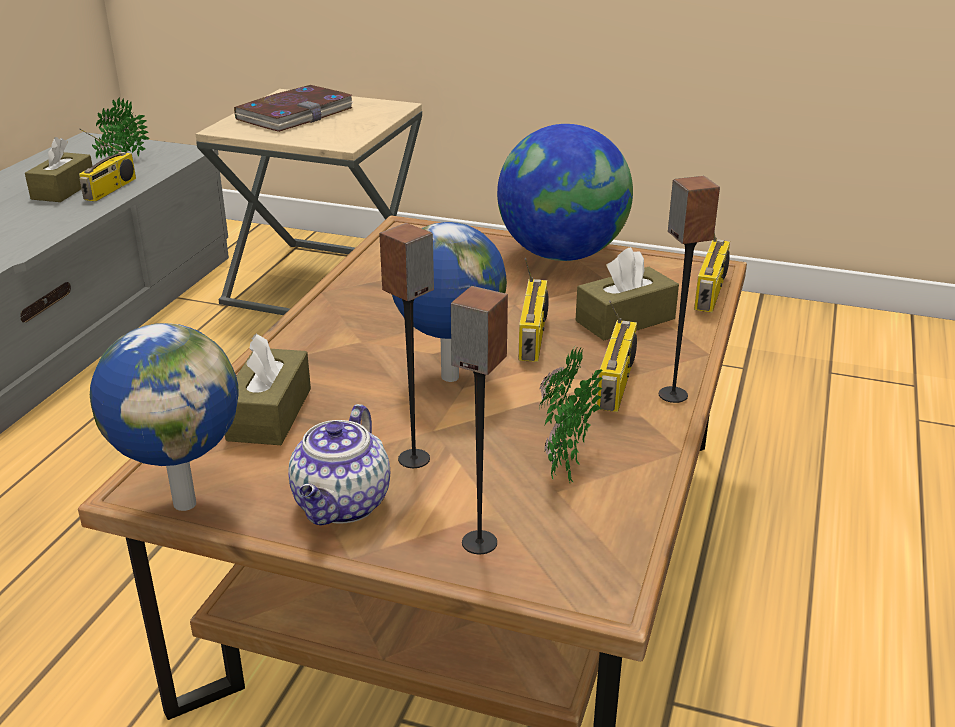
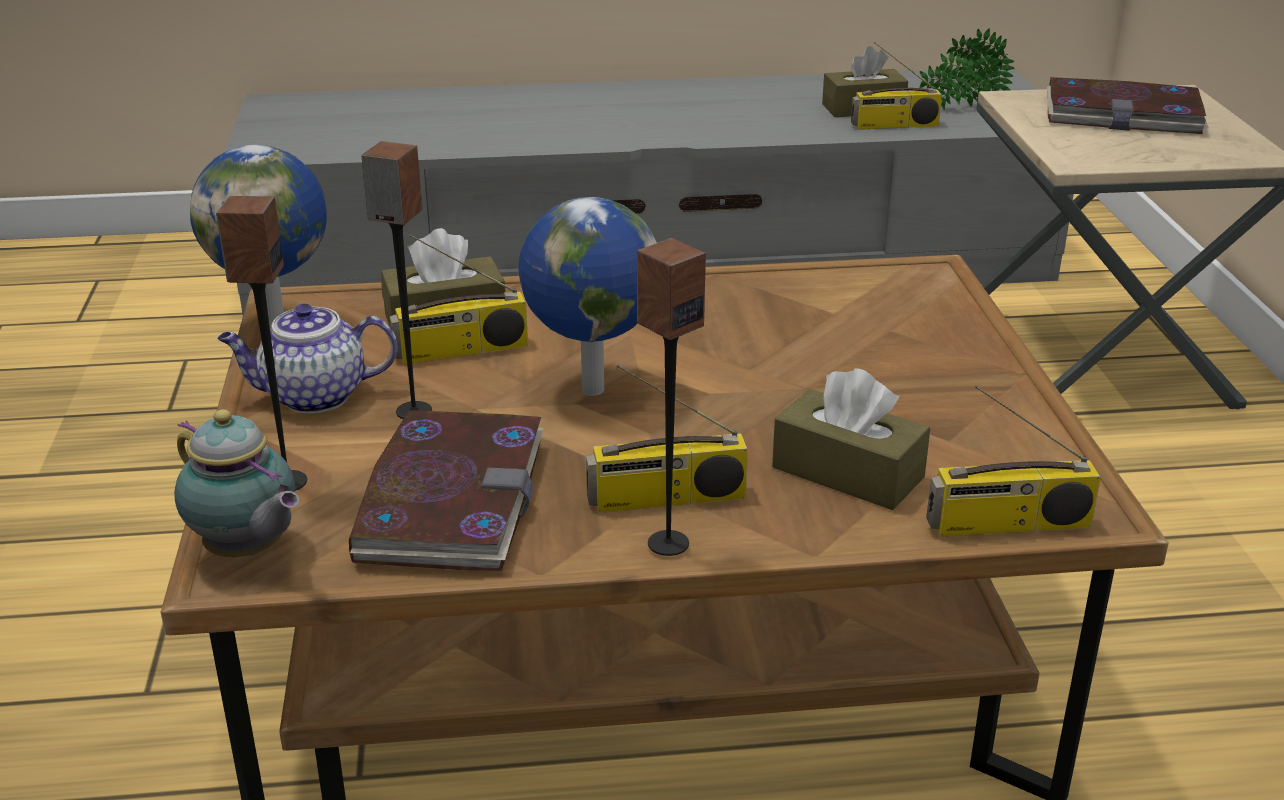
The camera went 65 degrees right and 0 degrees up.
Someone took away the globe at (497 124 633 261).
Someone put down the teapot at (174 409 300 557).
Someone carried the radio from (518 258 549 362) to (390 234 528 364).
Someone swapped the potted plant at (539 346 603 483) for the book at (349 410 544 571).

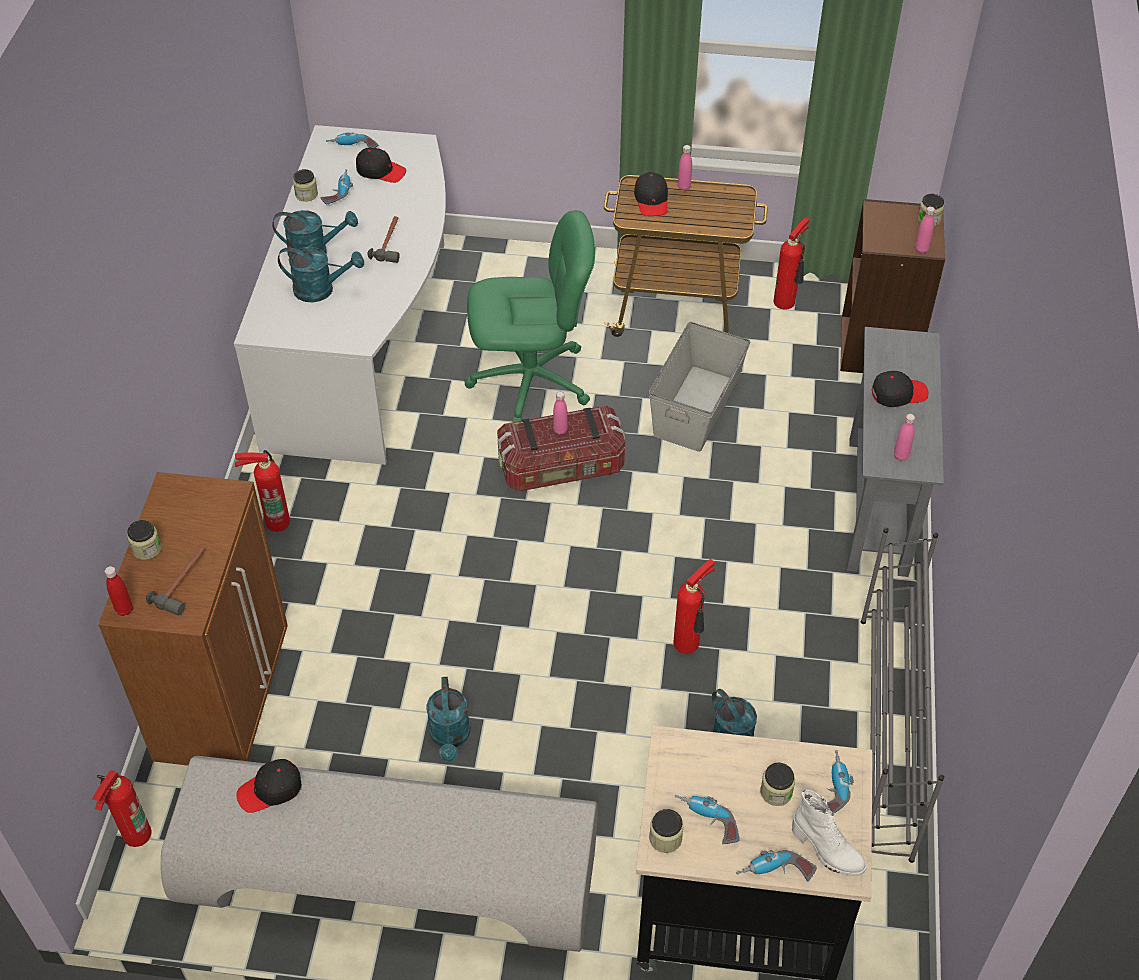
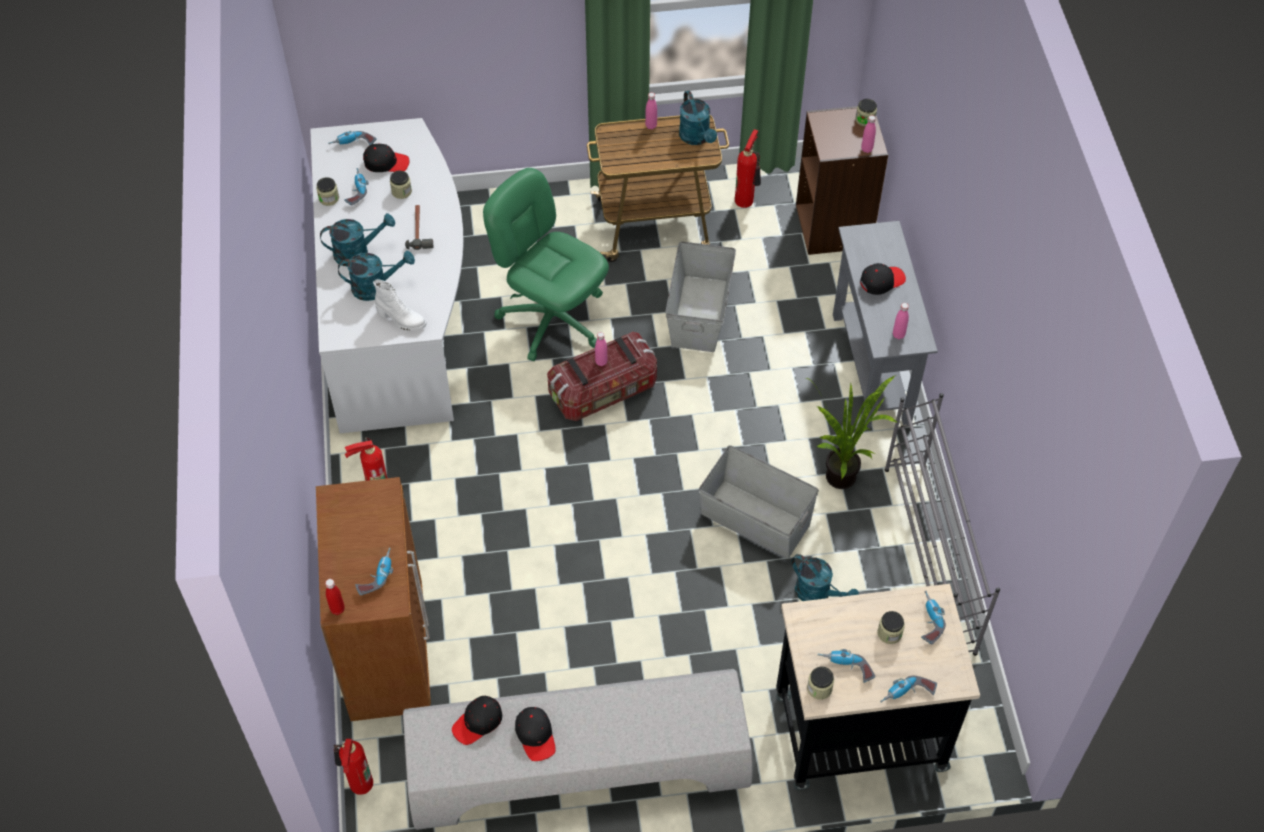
The camera went 15 degrees left and 5 degrees up.
Someone put down the potted plant at (806 375 898 489).
Someone carried the jar from (127 520 162 560) to (390 171 412 199).
Someone carried the turquoise watering can from (426 677 470 762) to (679 91 717 145).
Someone carried the black cap from (634 172 668 216) to (515 707 556 761).
Someone carried the white boot from (792 790 867 876) to (373 279 427 330).
Someone swapped the hammer at (146 547 205 616) for the power drill at (355 548 393 596).
Someone swapped the fire extinguisher at (673 559 715 654) for the grey storage box at (699 445 819 558).
Someone rotated the green office chair at (464 210 595 422) by 120 degrees counterclockwise.

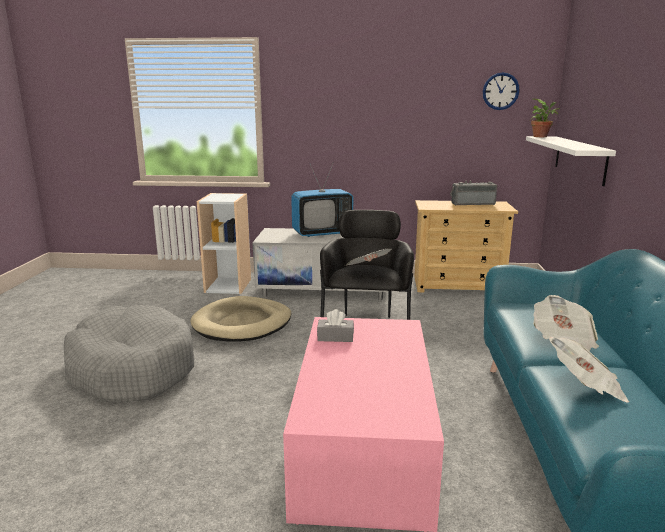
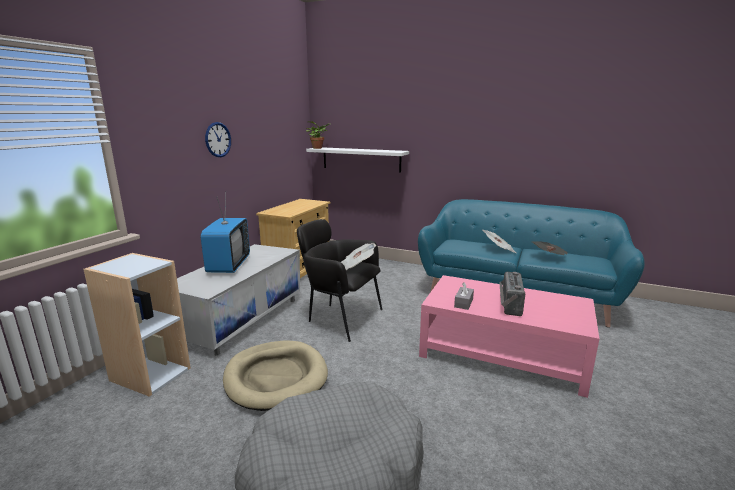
The camera went 70 degrees left and 0 degrees up.
Someone carried the radio from (450 181 497 205) to (499 272 525 316).
Someone carried the wall clock from (483 72 519 110) to (205 122 231 157).

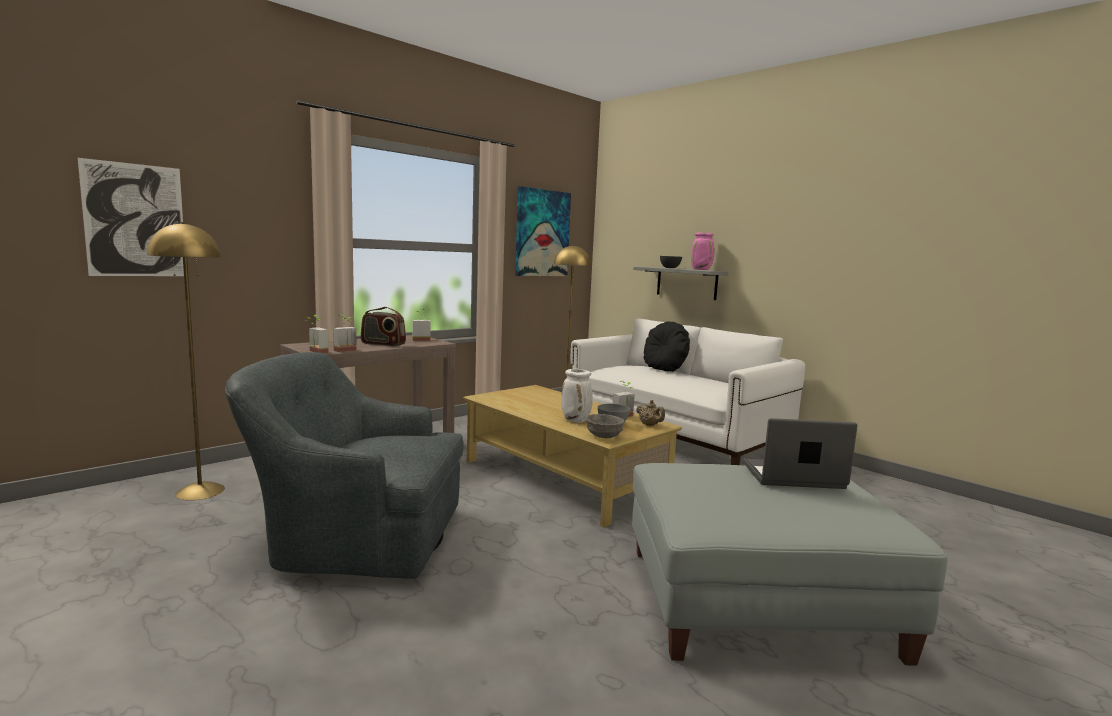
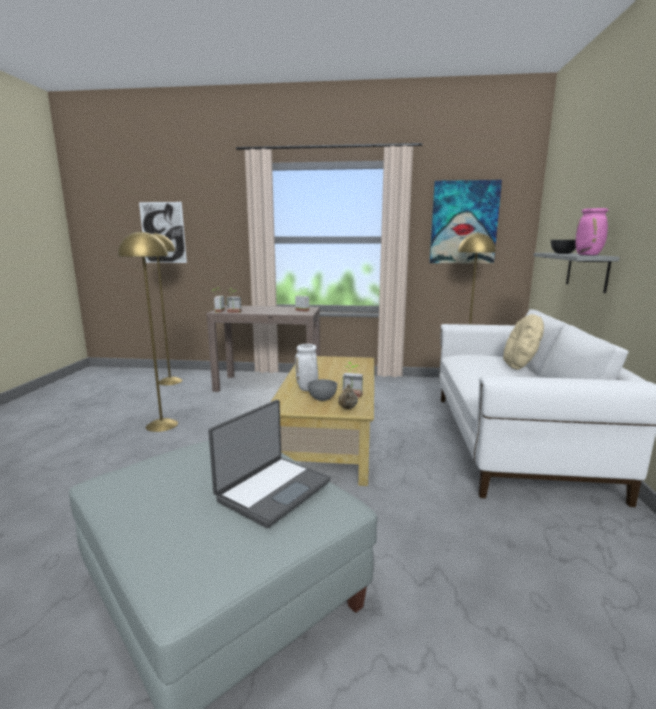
The camera went 50 degrees right and 5 degrees up.
Someone took away the radio at (361 307 406 346).
Someone took away the grey bowl at (586 414 625 438).
Someone swapped the grey armchair at (225 352 464 579) for the yellow floor lamp at (118 230 178 432).
Someone repainted the black pillow at (643 322 690 372), which became the beige pillow at (503 314 544 370).
Someone rotated the laptop at (744 418 858 489) by 75 degrees clockwise.

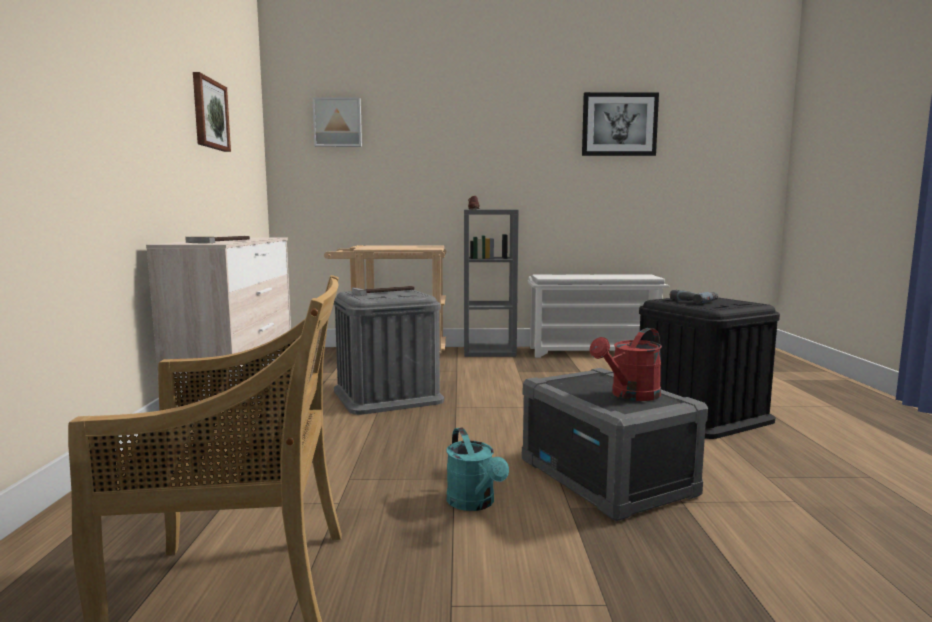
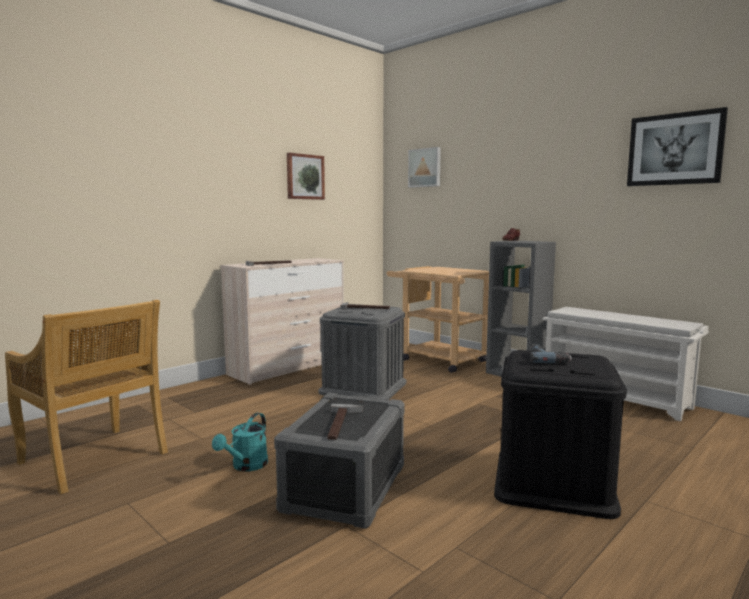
The camera went 45 degrees right and 0 degrees up.
Someone swapped the red watering can at (590 328 662 401) for the hammer at (327 404 363 440).

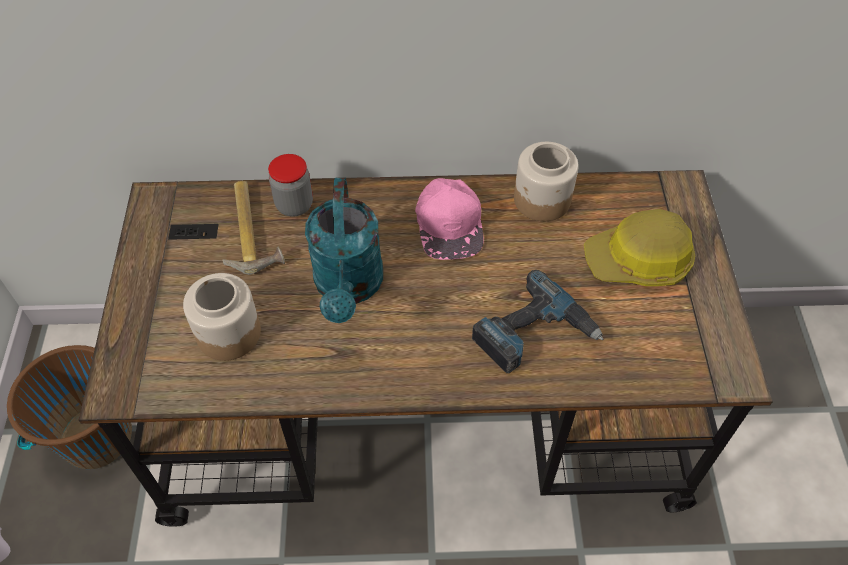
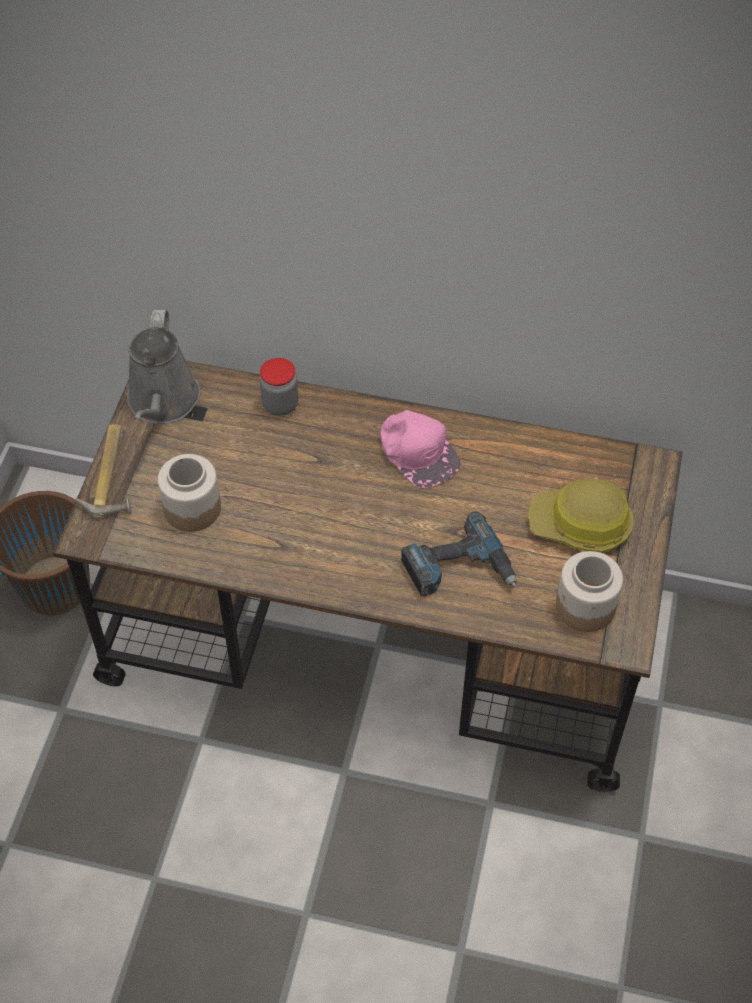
The camera went 15 degrees right and 0 degrees up.
Someone took away the turquoise watering can at (305 177 383 323).
Someone put down the grey watering can at (127 309 200 424).
Someone carried the hammer from (223 181 285 275) to (75 424 131 518).
Someone carried the jar from (514 142 579 221) to (556 551 623 632).
Someone rotated the pink cap at (415 178 484 260) by 45 degrees counterclockwise.

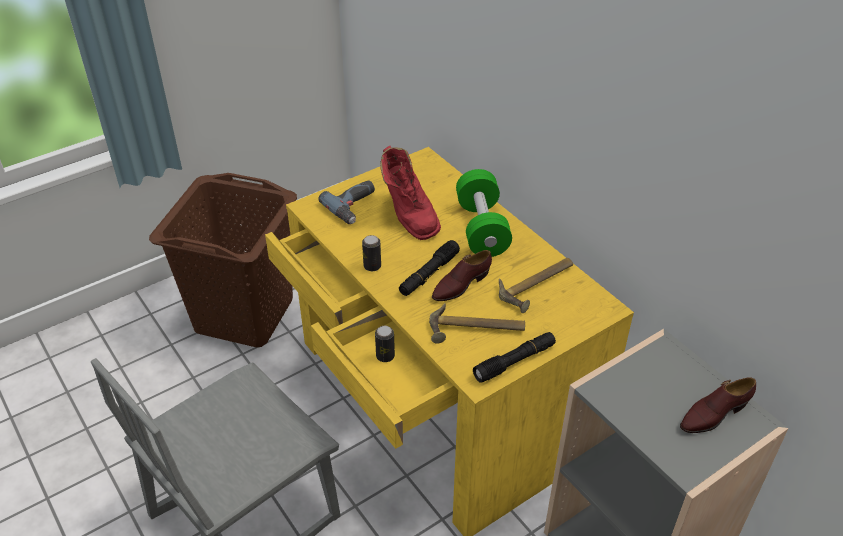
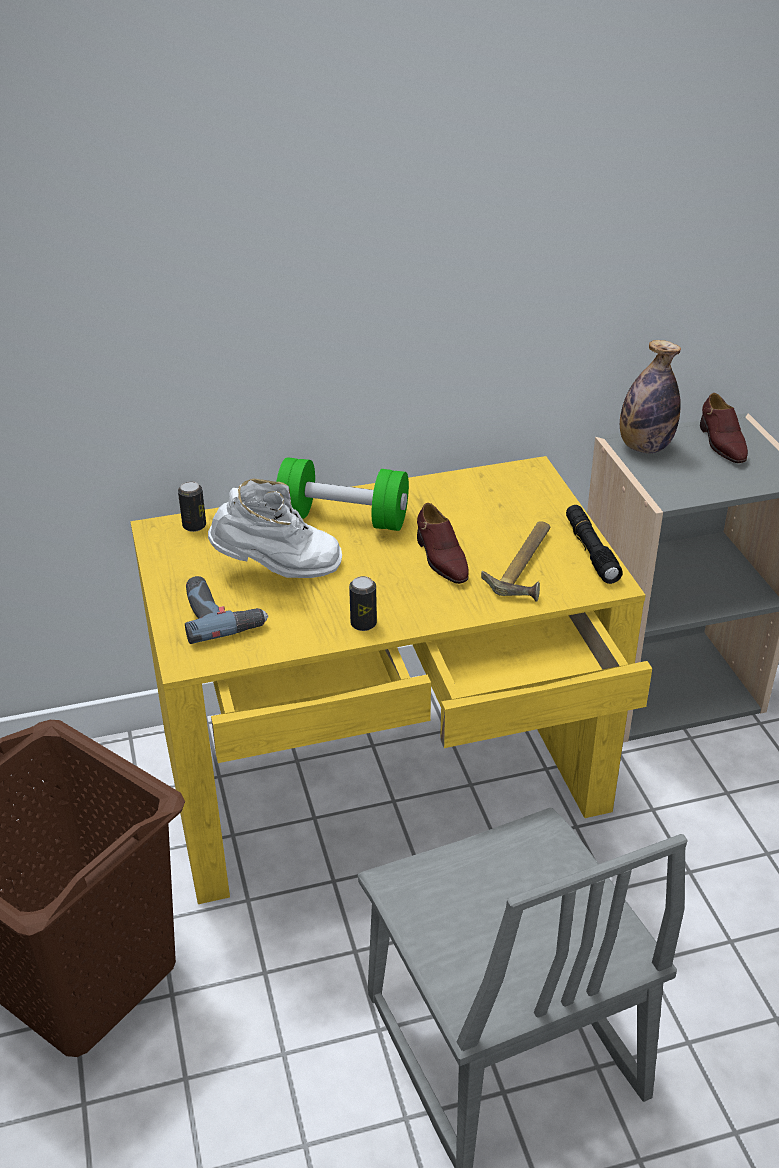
The camera went 70 degrees left and 5 degrees down.
Someone took away the black flashlight at (399 240 460 296).
Someone took away the hammer at (499 258 573 313).
Someone put down the bottle at (620 340 681 453).
Someone carried the can from (375 326 395 362) to (178 481 206 532).
Someone repainted the red boot at (380 146 441 240), which became the white boot at (208 478 342 578).

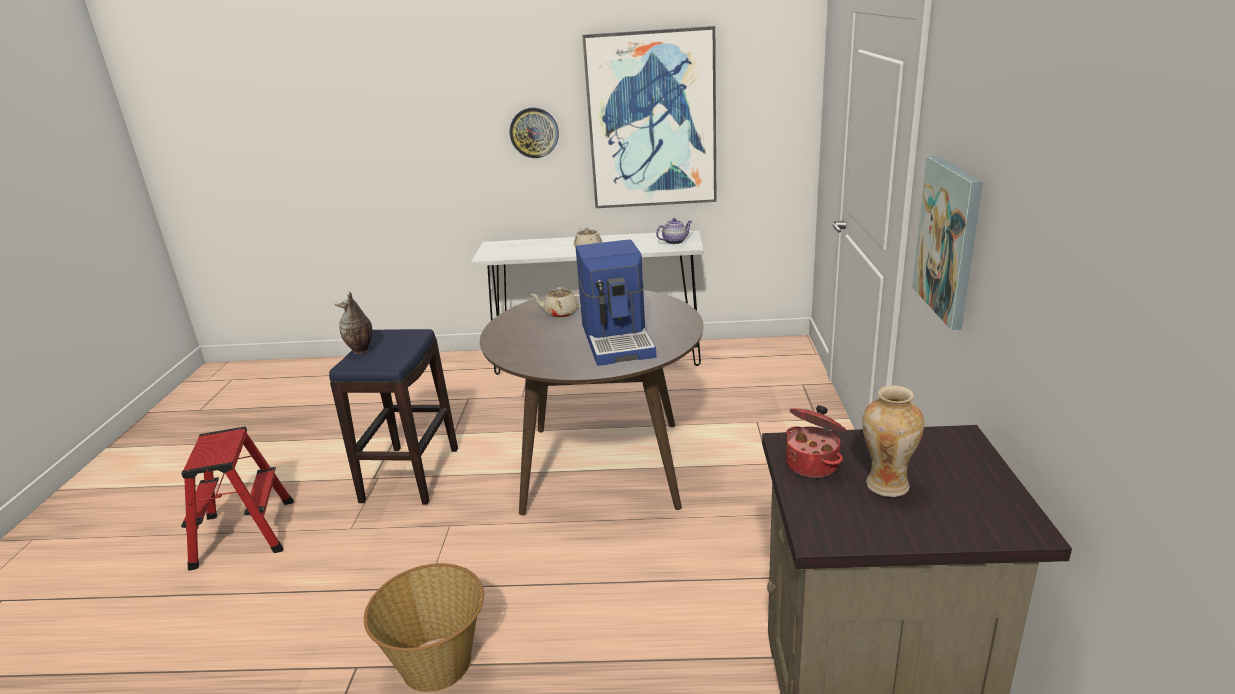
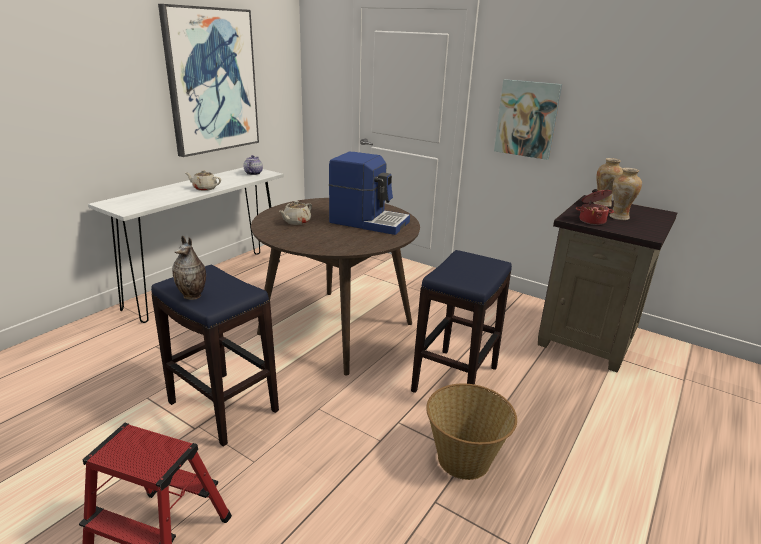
The camera went 60 degrees left and 0 degrees up.
Someone took away the wall clock at (510 107 559 158).
Someone put down the stool at (411 250 512 393).
Someone put down the vase at (593 158 623 207).

